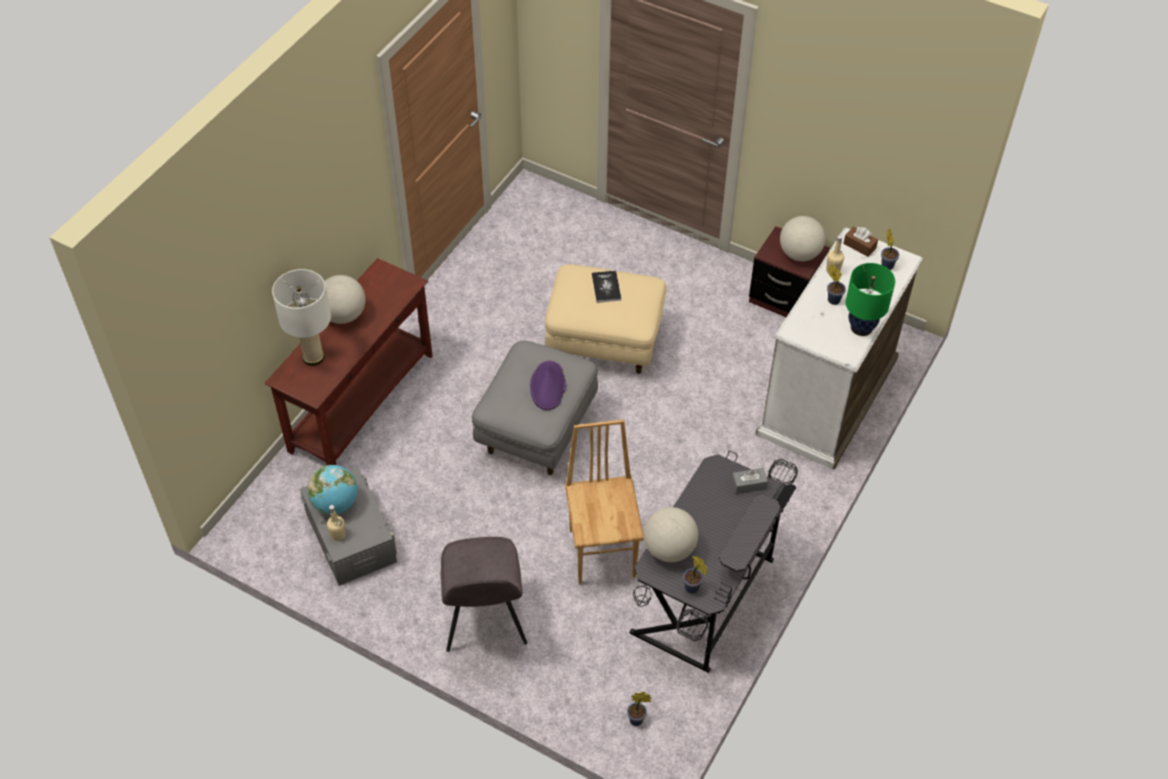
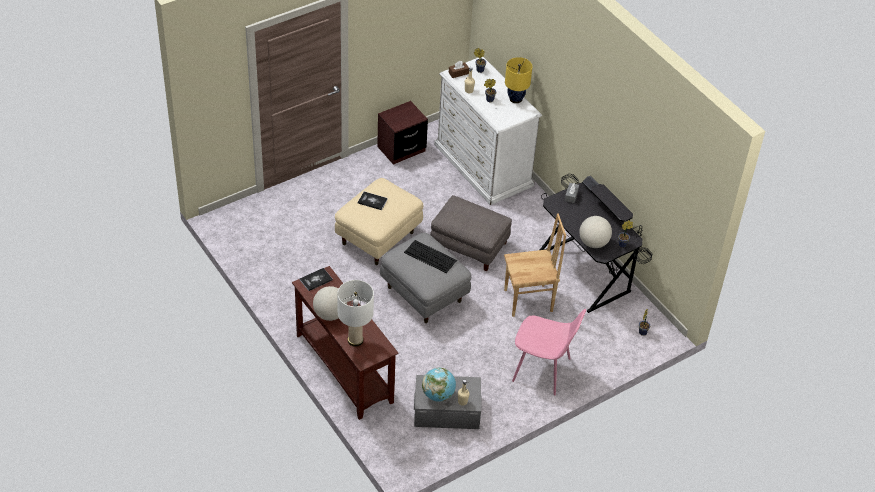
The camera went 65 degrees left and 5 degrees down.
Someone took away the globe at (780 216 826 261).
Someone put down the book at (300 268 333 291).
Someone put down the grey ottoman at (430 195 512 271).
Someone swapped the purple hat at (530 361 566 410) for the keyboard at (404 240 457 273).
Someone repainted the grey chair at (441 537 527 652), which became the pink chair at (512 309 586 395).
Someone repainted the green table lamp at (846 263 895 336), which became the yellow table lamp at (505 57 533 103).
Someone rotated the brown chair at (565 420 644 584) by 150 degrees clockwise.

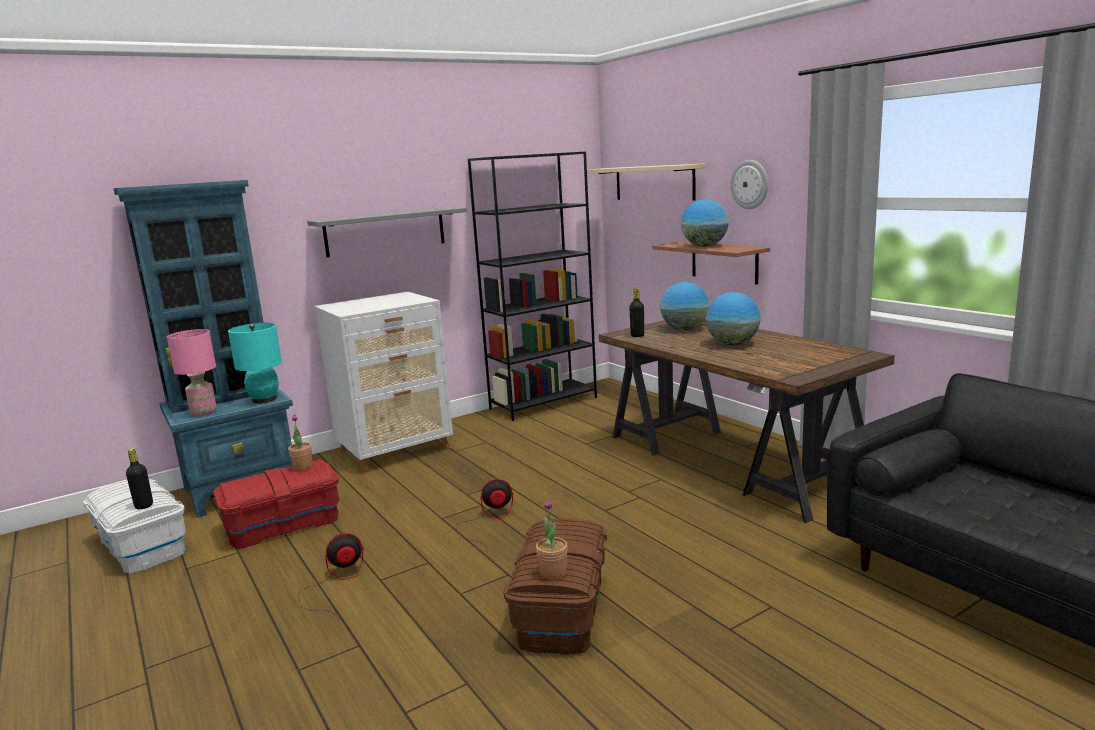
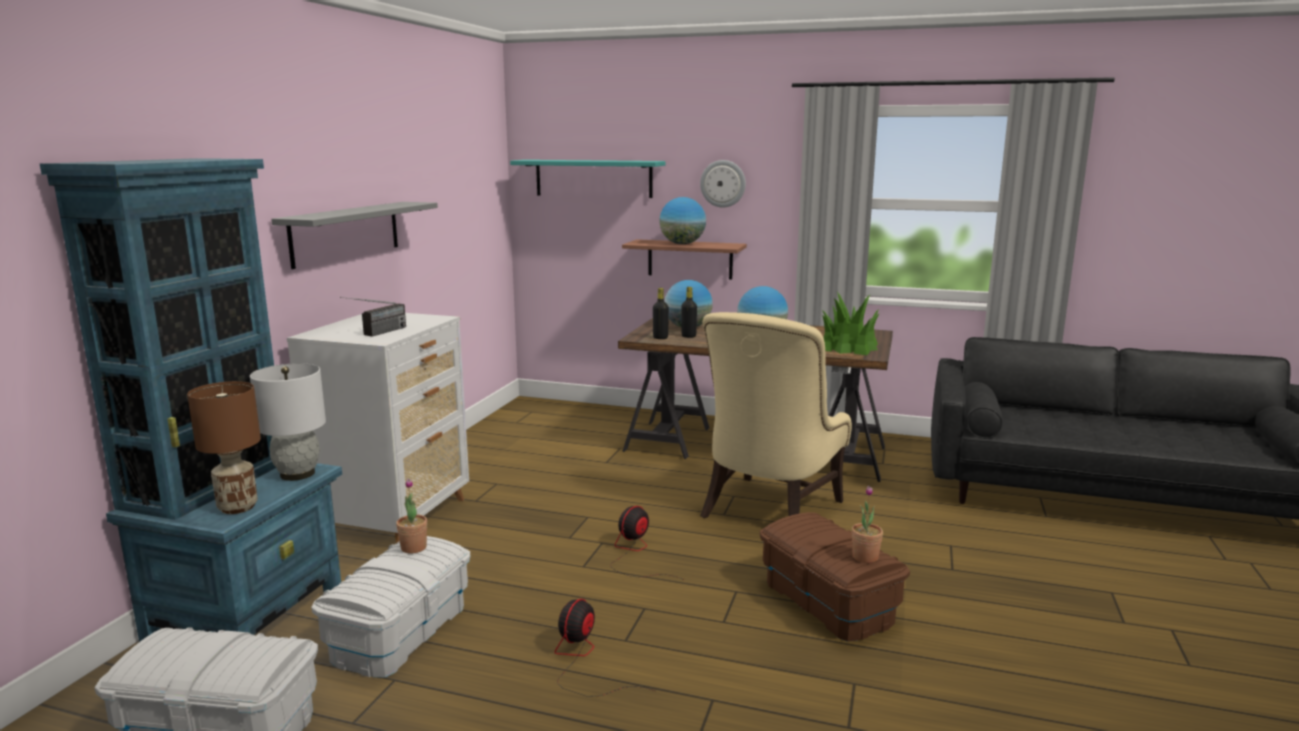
The camera went 40 degrees left and 0 degrees up.
Someone took away the black bookcase at (468 152 597 421).
Someone put down the radio at (340 297 406 337).
Someone put down the beige chair at (700 312 852 518).
Someone put down the potted plant at (822 292 879 355).
Someone carried the black bottle from (126 448 153 509) to (681 287 697 338).
Someone repainted the pink table lamp at (167 329 217 416), which became the brown table lamp at (187 381 261 514).
Someone repainted the red storage box at (213 459 339 549), which became the white storage box at (311 536 470 678).
Someone repainted the turquoise table lamp at (228 323 282 403), which became the white table lamp at (250 363 326 481).
Someone repainted the beige shelf at (587 164 705 201), which became the turquoise shelf at (510 160 666 198).

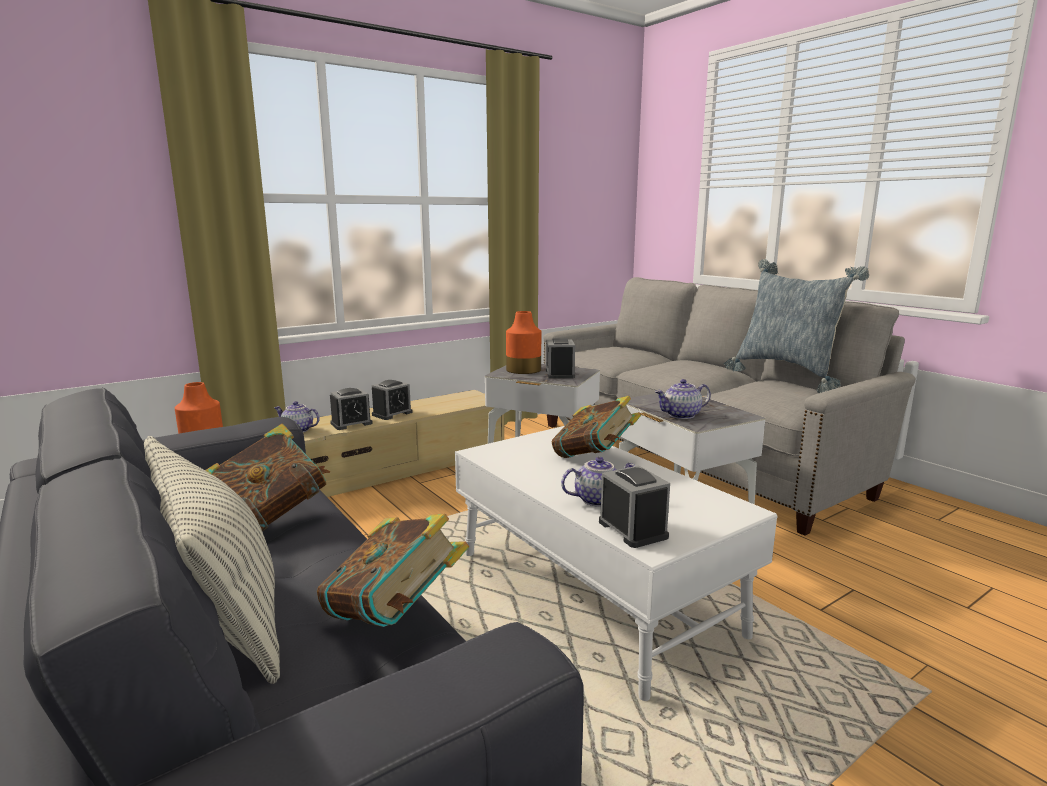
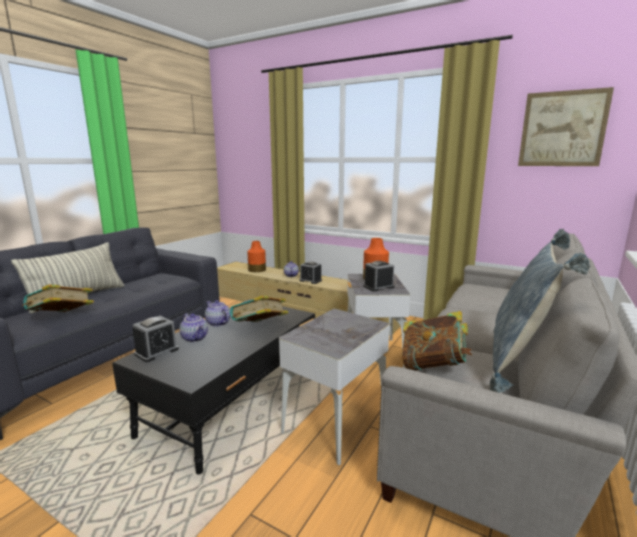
The camera went 65 degrees right and 0 degrees up.
Someone took away the alarm clock at (372 380 413 420).
Someone put up the picture at (518 87 614 166).
Someone carried the book from (205 424 330 532) to (402 311 472 371).
Someone carried the teapot from (655 379 711 419) to (205 300 230 326).
Someone repainted the white coffee table at (455 426 777 701), which became the black coffee table at (112 299 315 475).

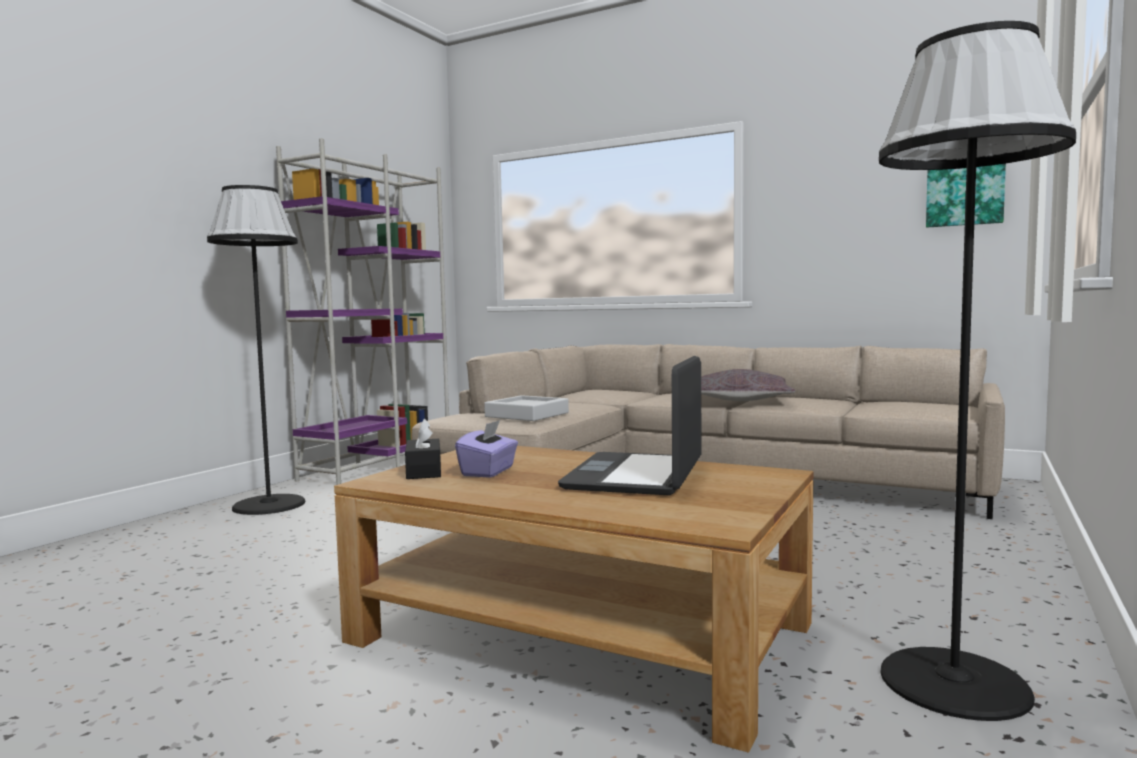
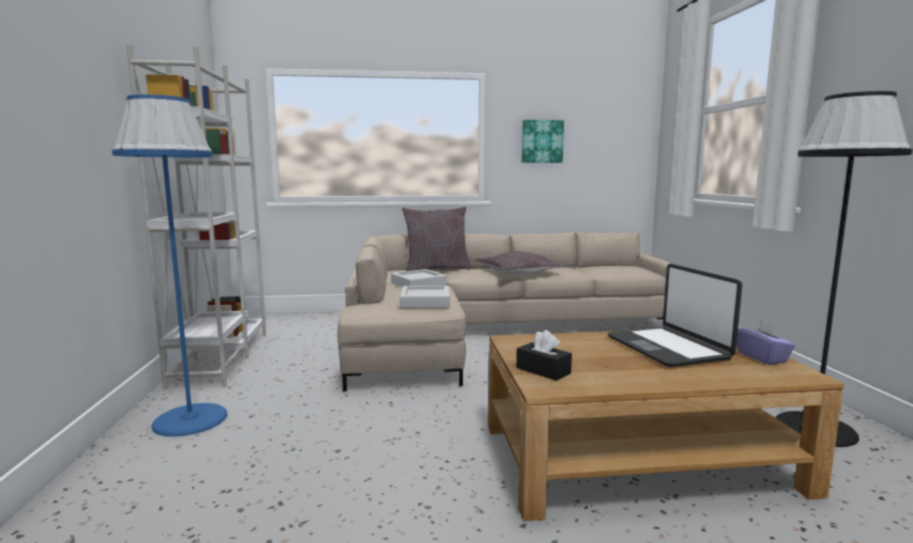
The camera went 35 degrees left and 5 degrees up.
Someone put down the grey tray at (391 269 447 287).
Someone put down the grey pillow at (402 206 471 271).
Someone carried the purple tissue box from (455 420 518 478) to (736 319 795 364).
Someone carried the picture from (926 163 1006 227) to (522 120 564 163).
Someone repainted the black floor lamp at (207 185 305 515), which became the blue floor lamp at (112 94 228 437).
Someone repainted the purple bookcase at (276 139 449 485), which became the white bookcase at (126 45 266 389).

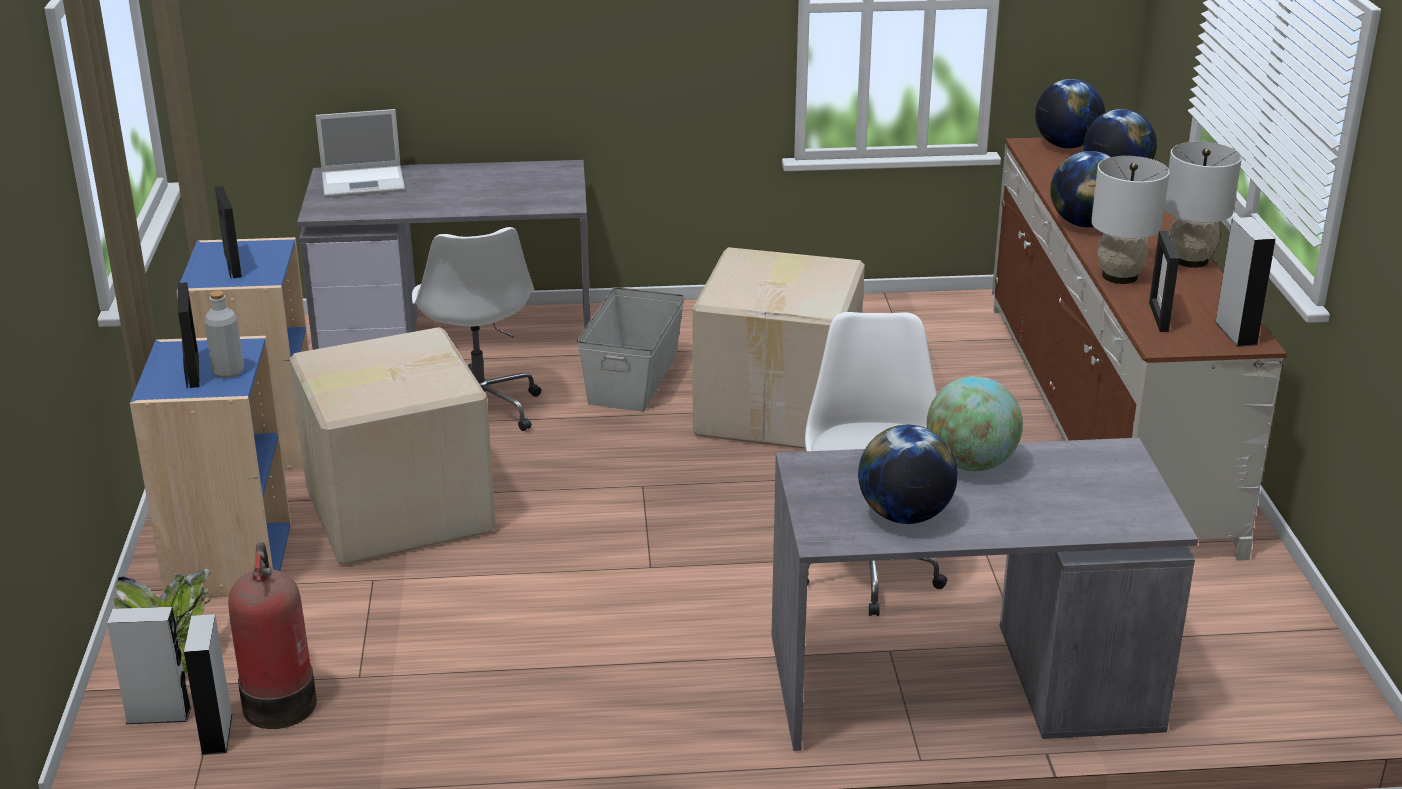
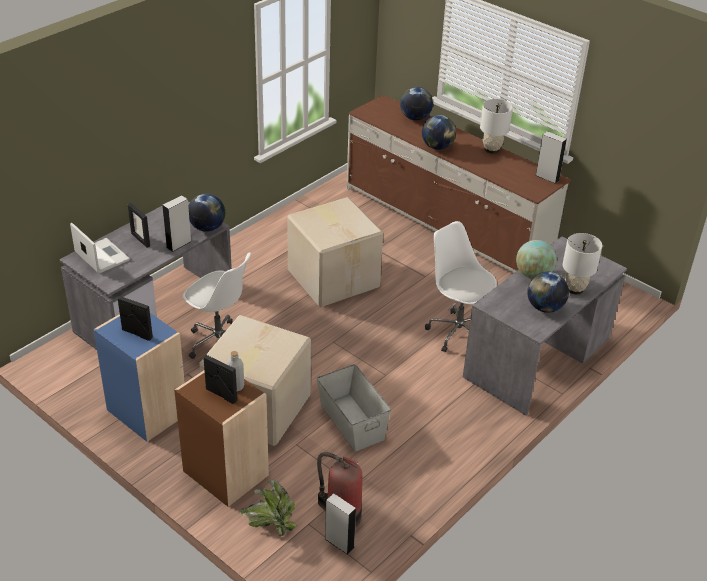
The camera went 45 degrees left and 10 degrees up.
Someone carried the grey speaker from (107 607 192 724) to (162 195 192 252).
Someone carried the grey storage box from (577 287 685 412) to (317 364 391 452).
Someone carried the globe from (1035 79 1105 148) to (188 194 225 232).
Someone carried the white table lamp from (1091 156 1170 284) to (563 233 602 294).
Someone carried the picture frame from (1149 231 1179 332) to (128 203 150 248).
Someone repainted the blue bookcase at (130 336 291 598), which became the brown bookcase at (174 370 269 507).
Someone rotated the laptop at (316 109 405 198) by 75 degrees counterclockwise.

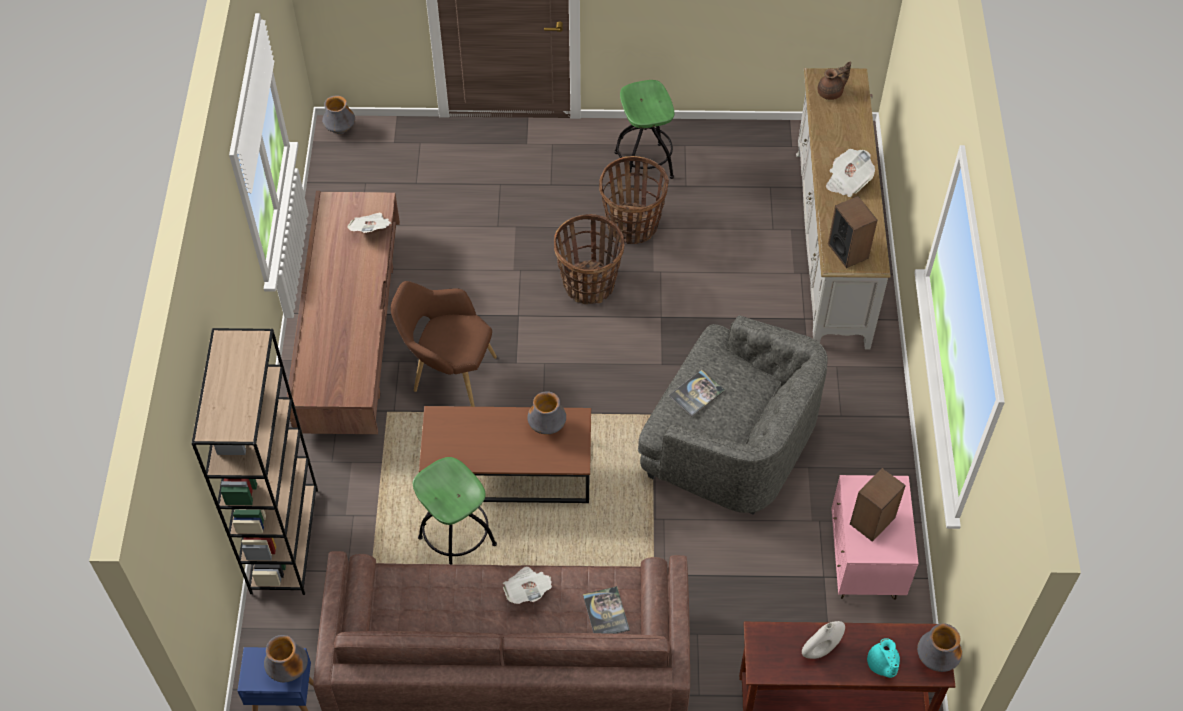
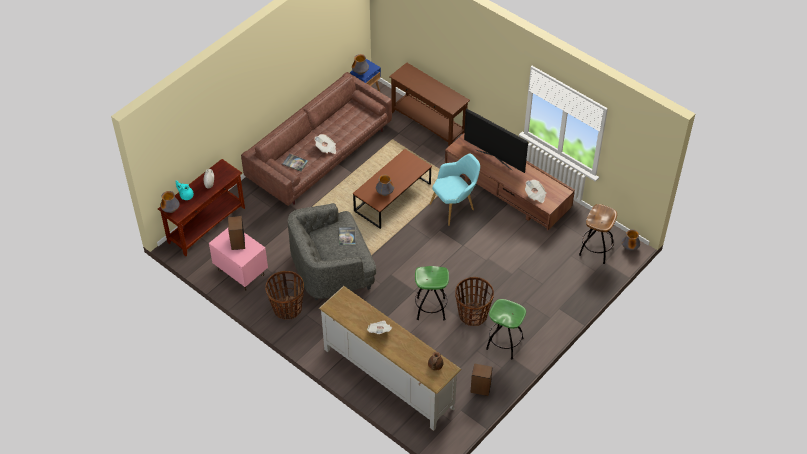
The camera went 130 degrees right and 5 degrees down.
Someone put down the television at (464 109 528 173).
Someone put down the brown stool at (579 204 617 264).
Someone carried the green stool from (413 457 497 564) to (415 266 449 320).
Someone carried the basket from (554 214 624 304) to (265 271 304 320).
Someone carried the speaker from (828 196 877 268) to (470 363 493 396).
Someone swapped the beige bookcase at (191 328 318 595) for the brown console table at (389 63 470 146).
Someone repainted the brown armchair at (391 281 497 407), which became the turquoise armchair at (430 154 480 226).

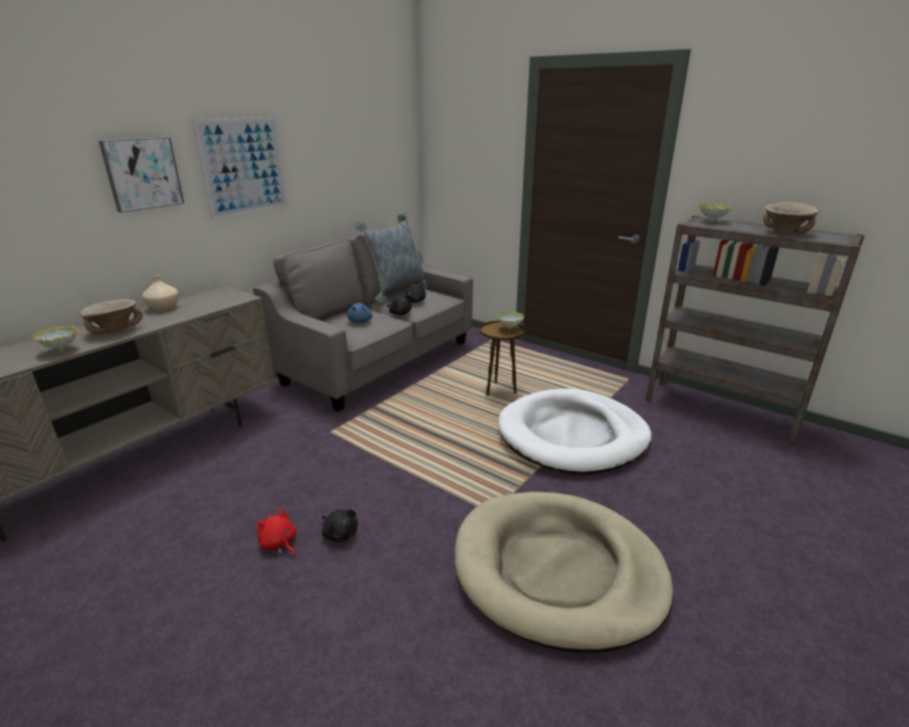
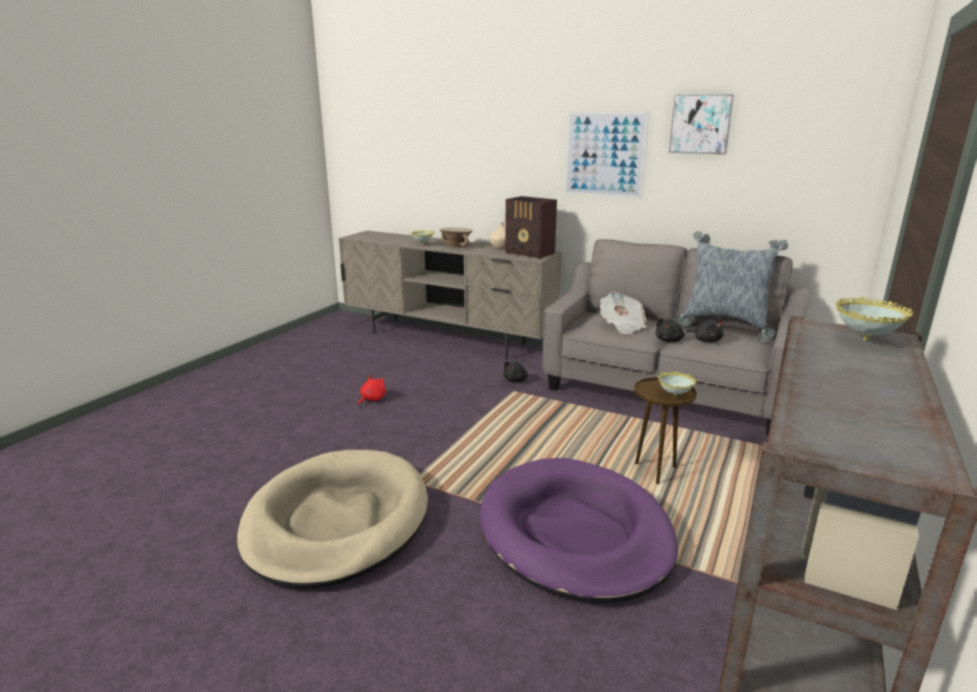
The camera went 80 degrees right and 5 degrees down.
Someone took away the beige bowl at (763 202 819 234).
Someone put down the radio at (505 196 557 259).
Someone carried the picture from (99 137 184 213) to (669 94 734 155).
Someone carried the black plush toy from (322 509 358 542) to (503 361 528 382).
Someone swapped the blue plush toy at (347 303 373 323) for the newspaper at (600 292 647 335).
Someone repainted the white dog bed at (498 388 652 474), which became the purple dog bed at (480 458 678 603).

